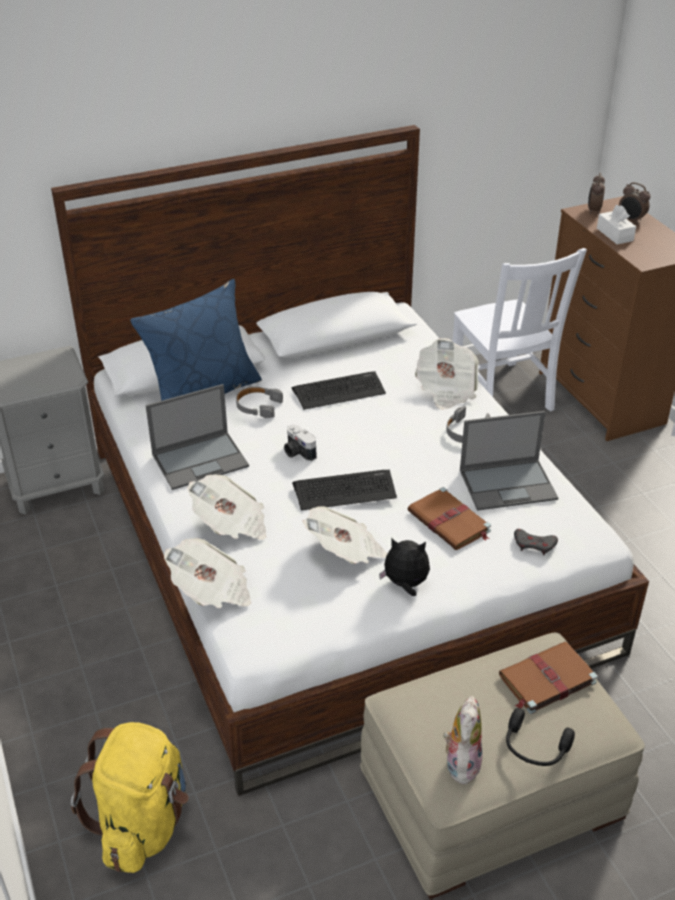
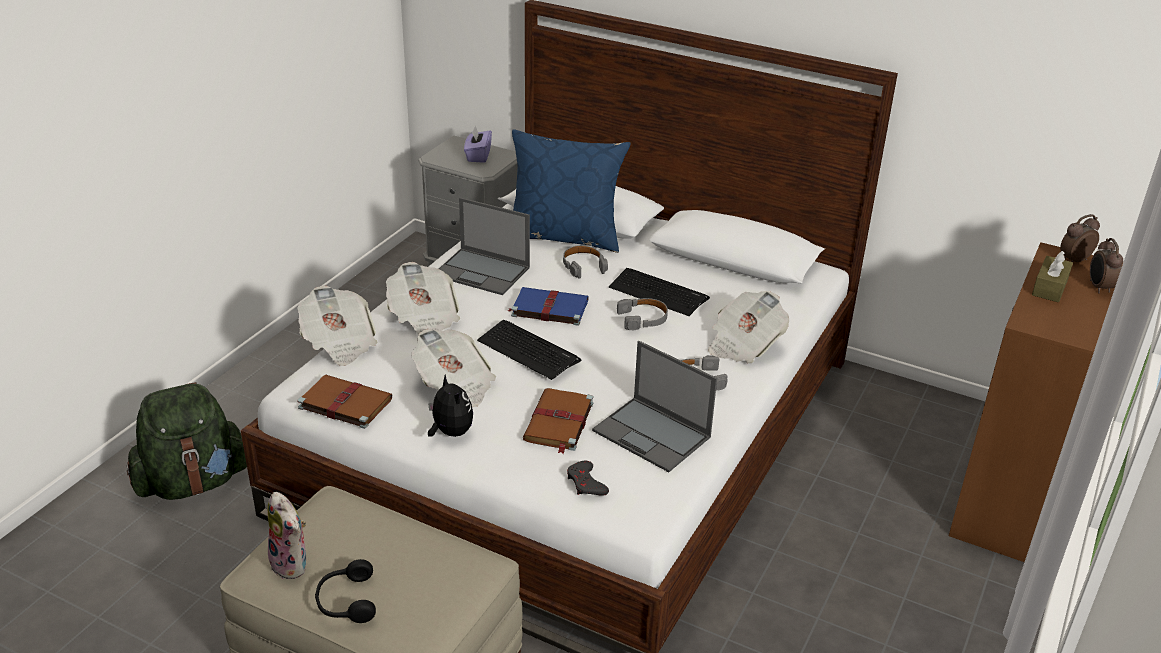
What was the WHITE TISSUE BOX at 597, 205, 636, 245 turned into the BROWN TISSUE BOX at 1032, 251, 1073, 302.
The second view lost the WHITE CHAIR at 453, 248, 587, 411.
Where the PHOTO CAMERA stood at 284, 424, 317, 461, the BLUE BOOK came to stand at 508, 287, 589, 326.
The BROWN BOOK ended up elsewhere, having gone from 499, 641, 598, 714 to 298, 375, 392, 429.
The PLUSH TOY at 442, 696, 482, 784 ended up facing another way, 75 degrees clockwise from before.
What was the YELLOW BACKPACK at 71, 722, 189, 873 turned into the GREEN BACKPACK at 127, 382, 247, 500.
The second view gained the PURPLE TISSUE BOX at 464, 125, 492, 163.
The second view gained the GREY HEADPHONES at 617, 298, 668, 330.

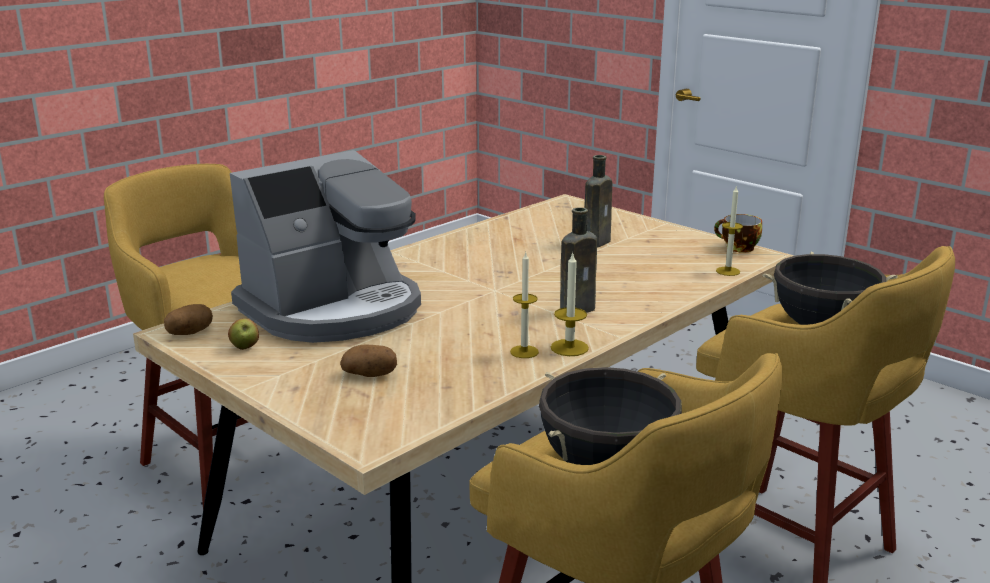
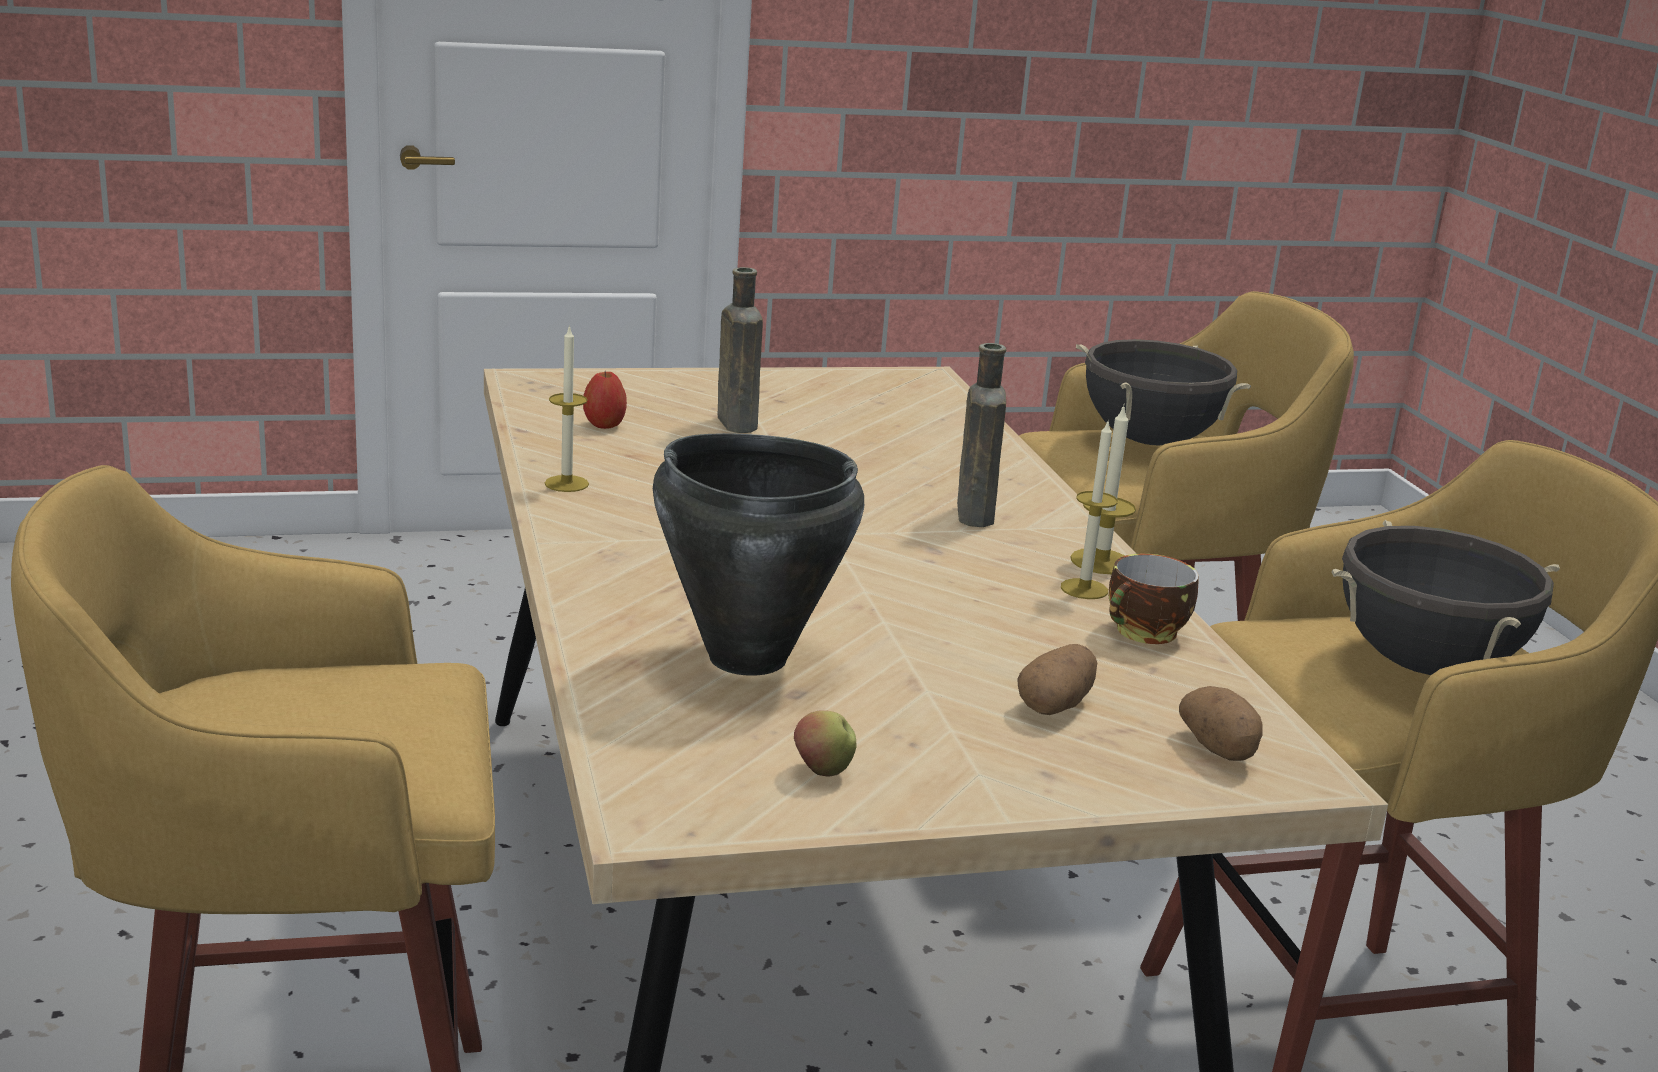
Where the COFFEE MACHINE stood at 230, 150, 421, 343, the BLACK COOKING POT came to stand at 653, 433, 864, 676.
The CANDLE ended up elsewhere, having gone from 716, 187, 743, 276 to 545, 325, 589, 492.
The CUP ended up elsewhere, having gone from 714, 214, 762, 253 to 1108, 554, 1199, 644.
The POTATO ended up elsewhere, having gone from 164, 304, 213, 335 to 1179, 686, 1263, 761.
The second view gained the APPLE at 583, 371, 627, 429.

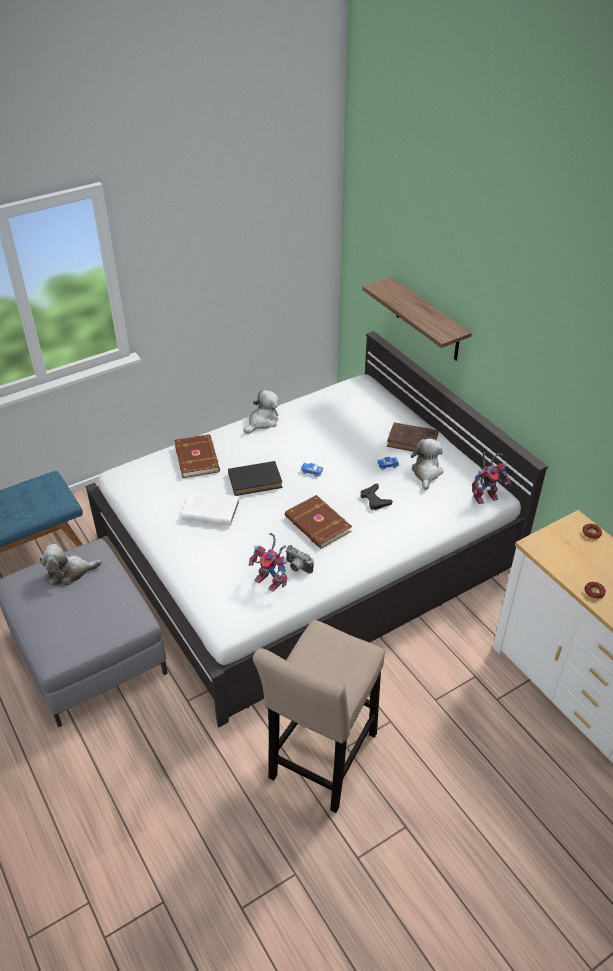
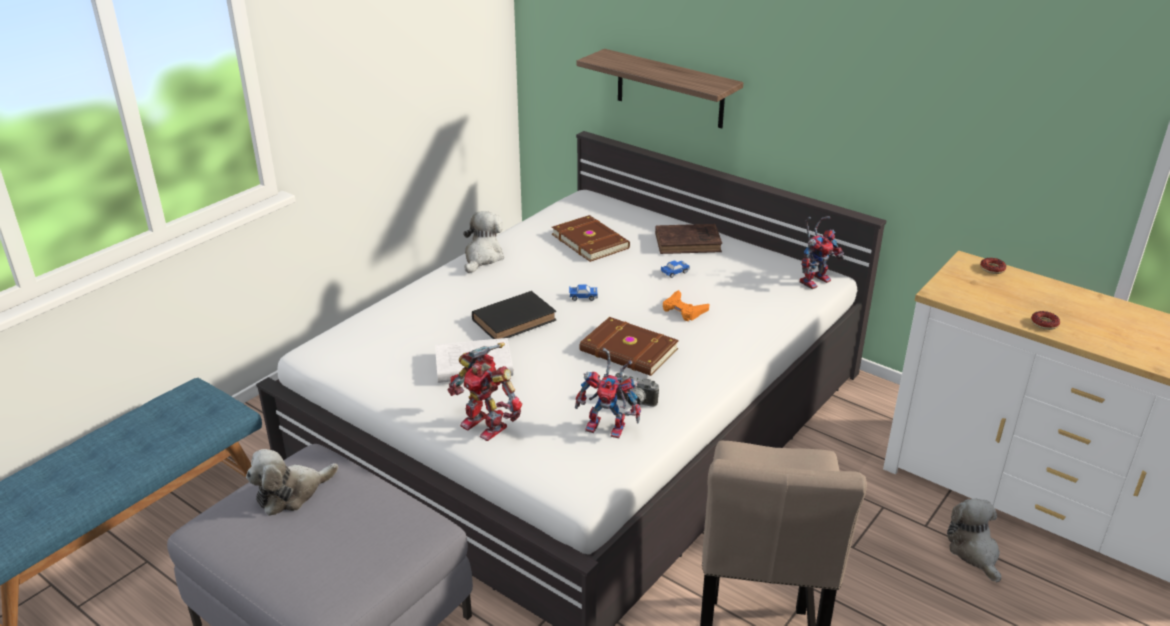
The BROWN BOOK ended up elsewhere, having gone from 174, 434, 220, 478 to 552, 215, 630, 262.
The PLUSH TOY ended up elsewhere, having gone from 411, 439, 443, 490 to 947, 498, 1001, 582.
What was the BLACK GAME CONTROLLER at 360, 483, 393, 510 turned into the ORANGE GAME CONTROLLER at 663, 290, 709, 321.
The second view gained the TOY ROBOT at 448, 342, 522, 441.

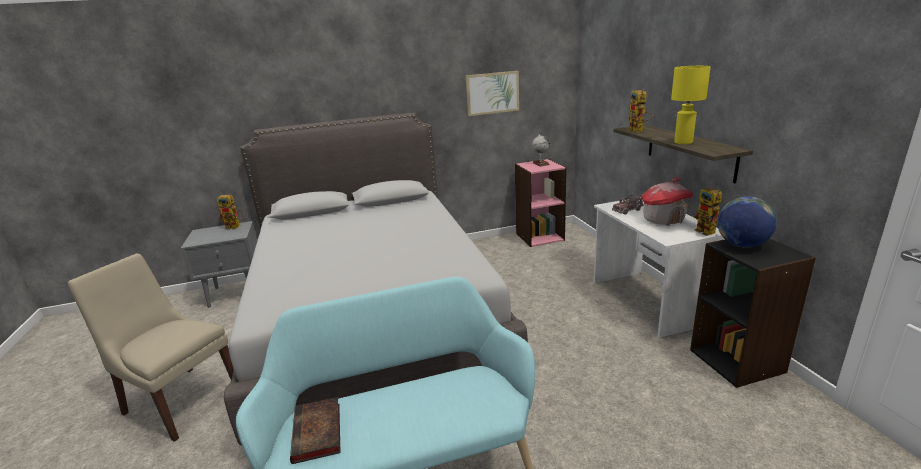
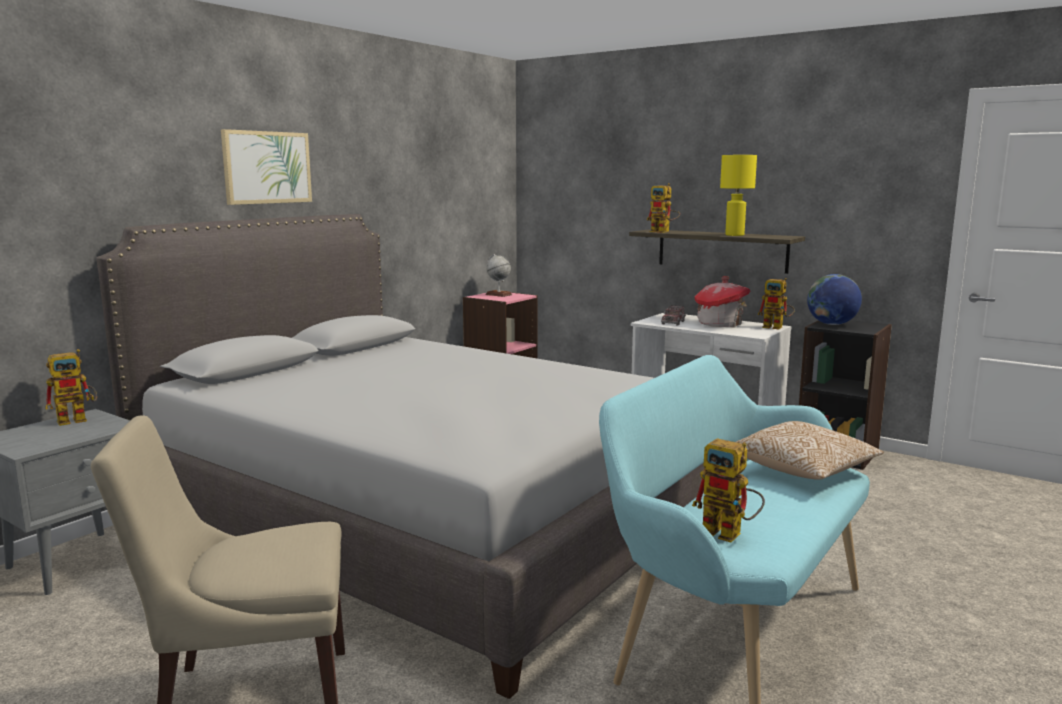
The PICTURE ended up elsewhere, having gone from 466, 71, 519, 116 to 221, 129, 312, 205.
Where the BOOK stood at 290, 397, 340, 464, the TOY ROBOT came to stand at 692, 438, 765, 543.
The second view gained the PILLOW at 736, 421, 884, 480.

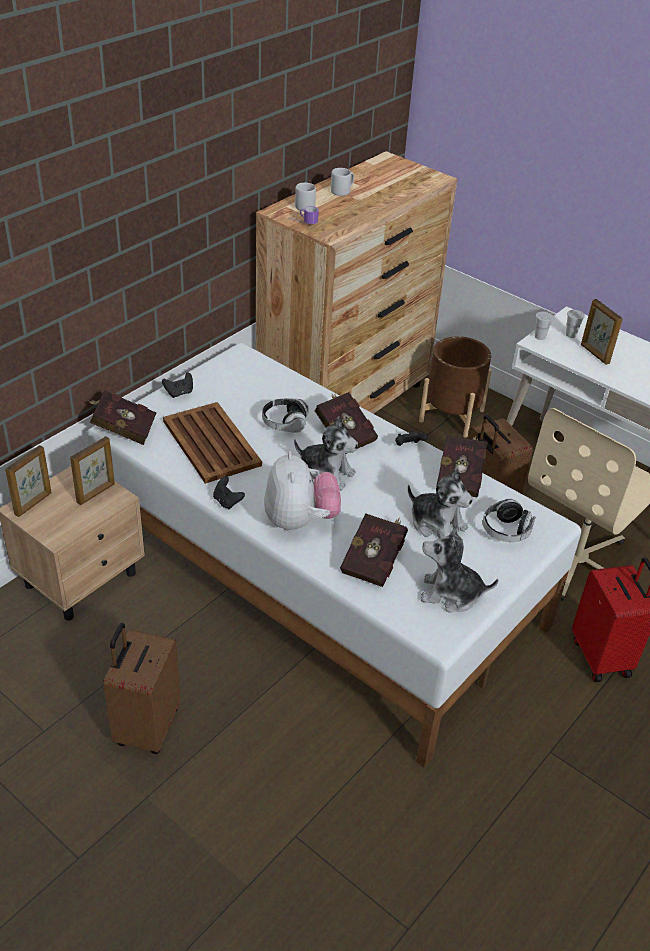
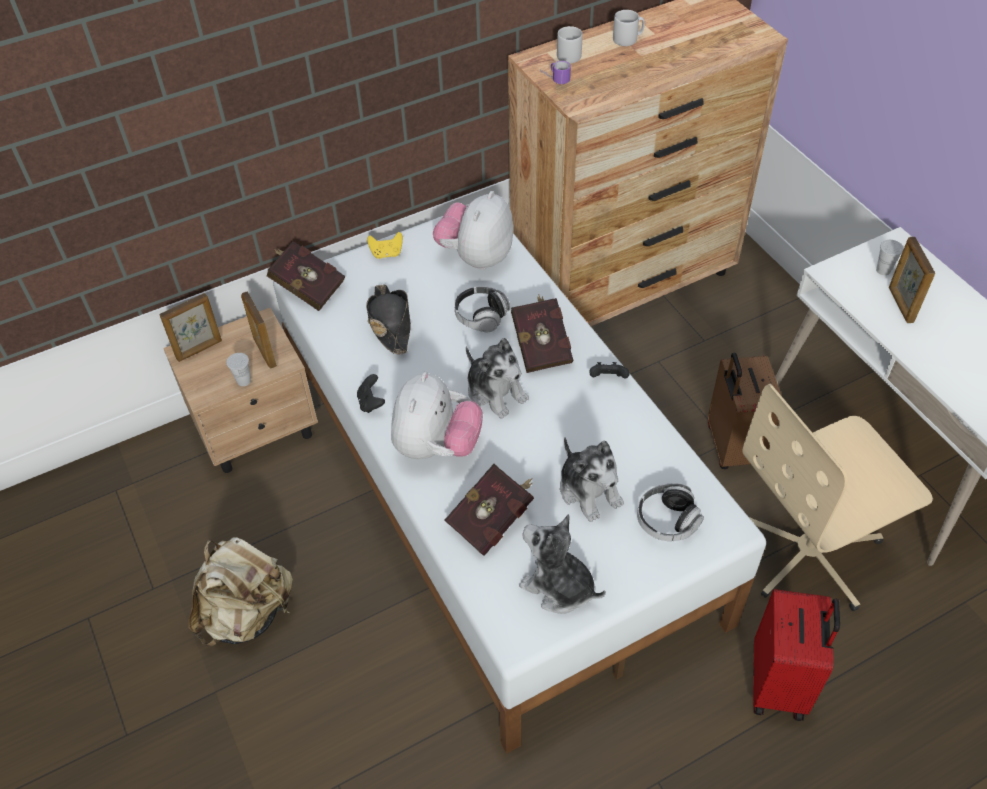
The WHITE CUP ended up elsewhere, having gone from 535, 312, 553, 340 to 226, 353, 251, 386.
The second view lost the BROWN PLANTER at 419, 336, 492, 438.
What was the BLACK GAME CONTROLLER at 162, 372, 193, 398 turned into the YELLOW GAME CONTROLLER at 367, 232, 403, 259.
Where the BROWN TRAY stood at 163, 402, 262, 484, the BLACK HAT came to stand at 366, 284, 411, 354.
The second view lost the RED BOOK at 436, 436, 487, 497.
The PICTURE FRAME at 70, 437, 115, 505 ended up facing another way, 90 degrees clockwise from before.
Where the BROWN SUITCASE stood at 103, 623, 180, 754, the BEIGE BACKPACK came to stand at 188, 537, 293, 647.
The second view gained the PLUSH TOY at 433, 191, 513, 270.

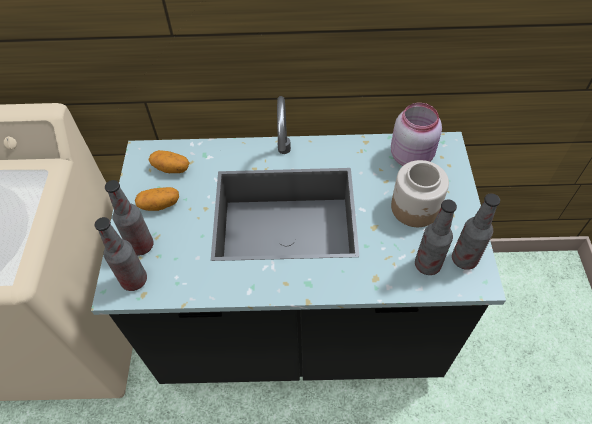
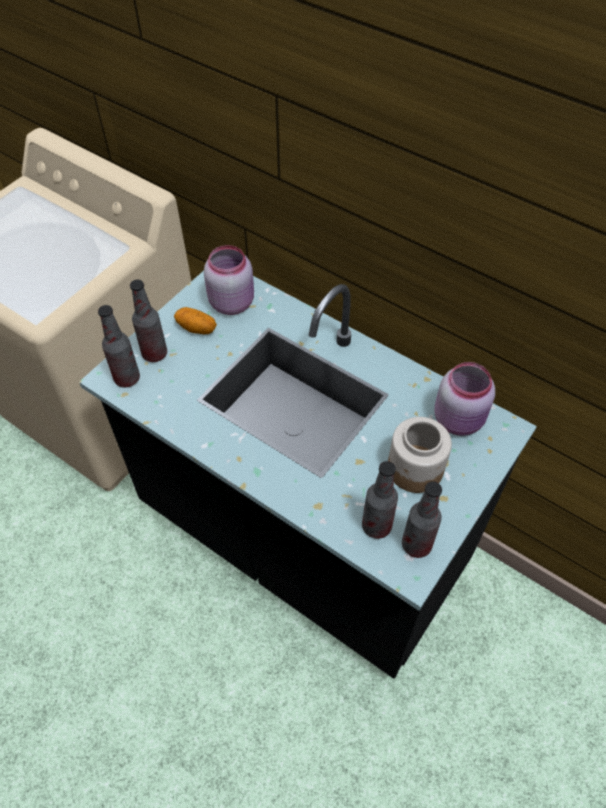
Where the POTATO stood at 148, 150, 190, 173, the PINK JAR came to stand at 204, 245, 254, 315.

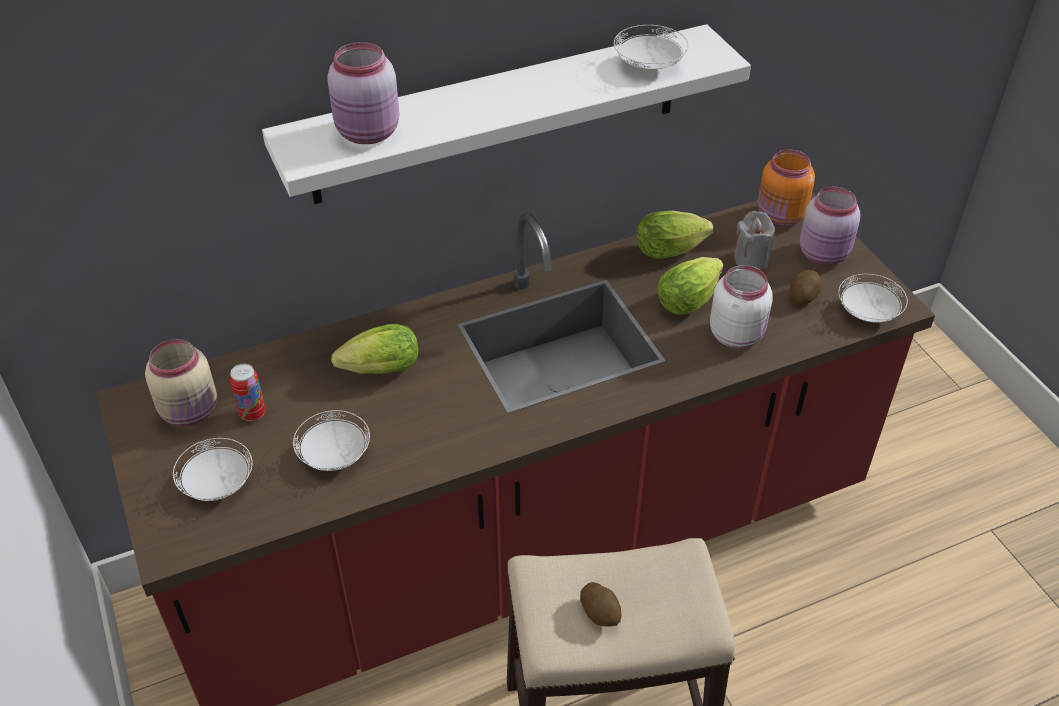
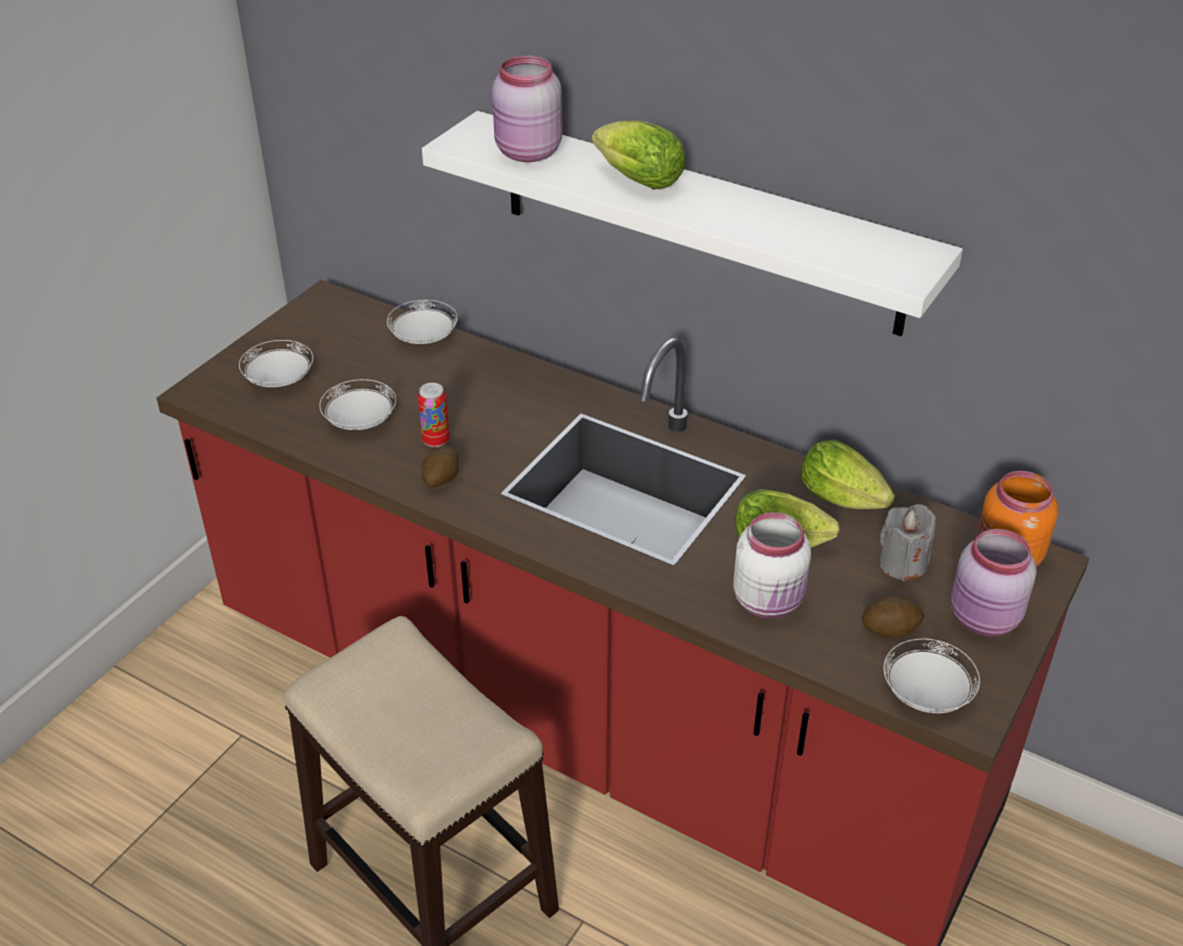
The WHITE PLATE ended up elsewhere, having gone from 614, 25, 689, 70 to 387, 300, 458, 344.
The LETTUCE ended up elsewhere, having gone from 331, 324, 419, 374 to 592, 121, 685, 189.
The second view lost the BEIGE JAR at 145, 339, 217, 427.
The CAN ended up elsewhere, having gone from 230, 364, 266, 421 to 418, 383, 450, 447.
The POTATO ended up elsewhere, having gone from 580, 582, 622, 626 to 421, 446, 459, 487.

